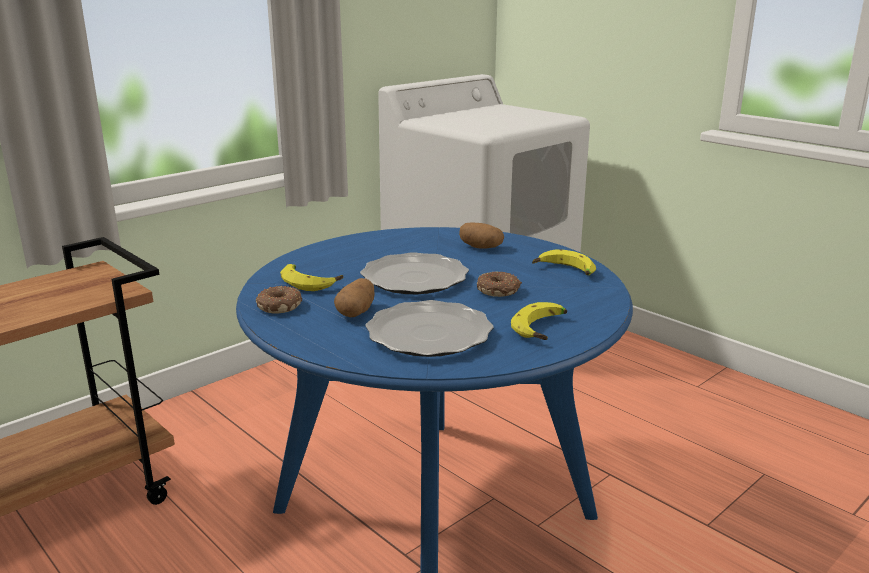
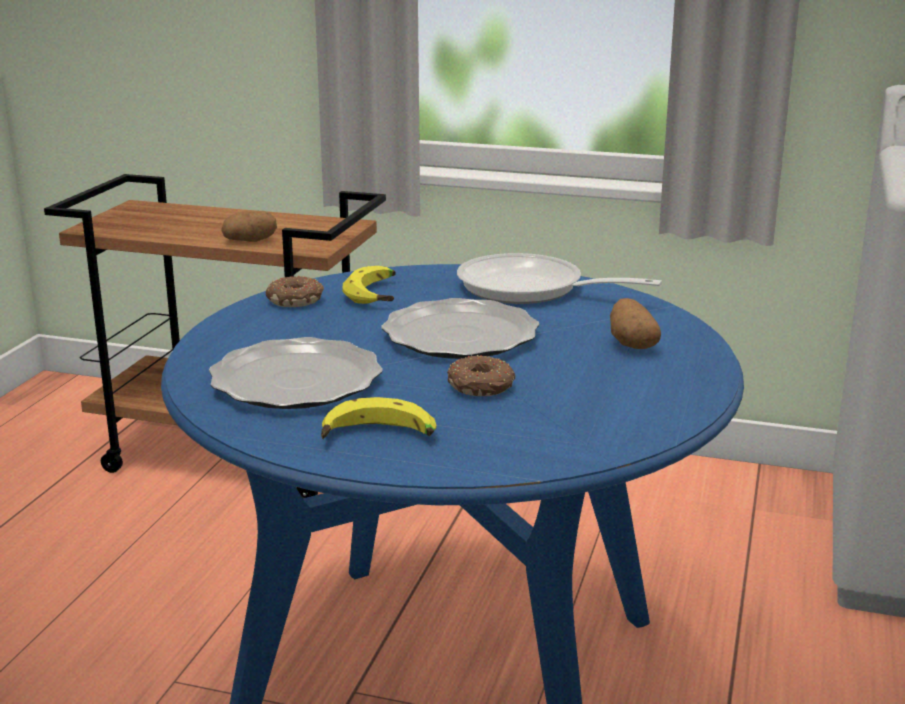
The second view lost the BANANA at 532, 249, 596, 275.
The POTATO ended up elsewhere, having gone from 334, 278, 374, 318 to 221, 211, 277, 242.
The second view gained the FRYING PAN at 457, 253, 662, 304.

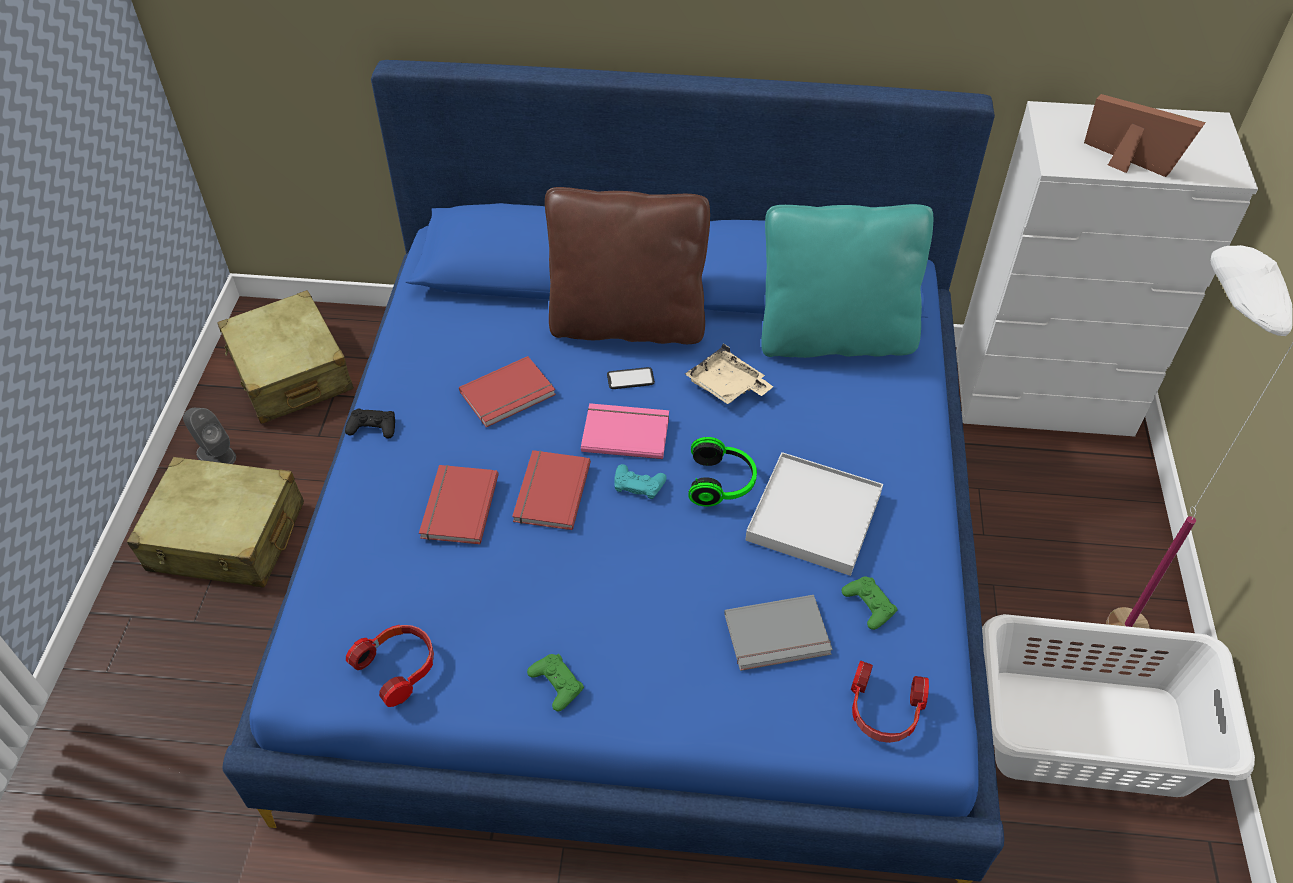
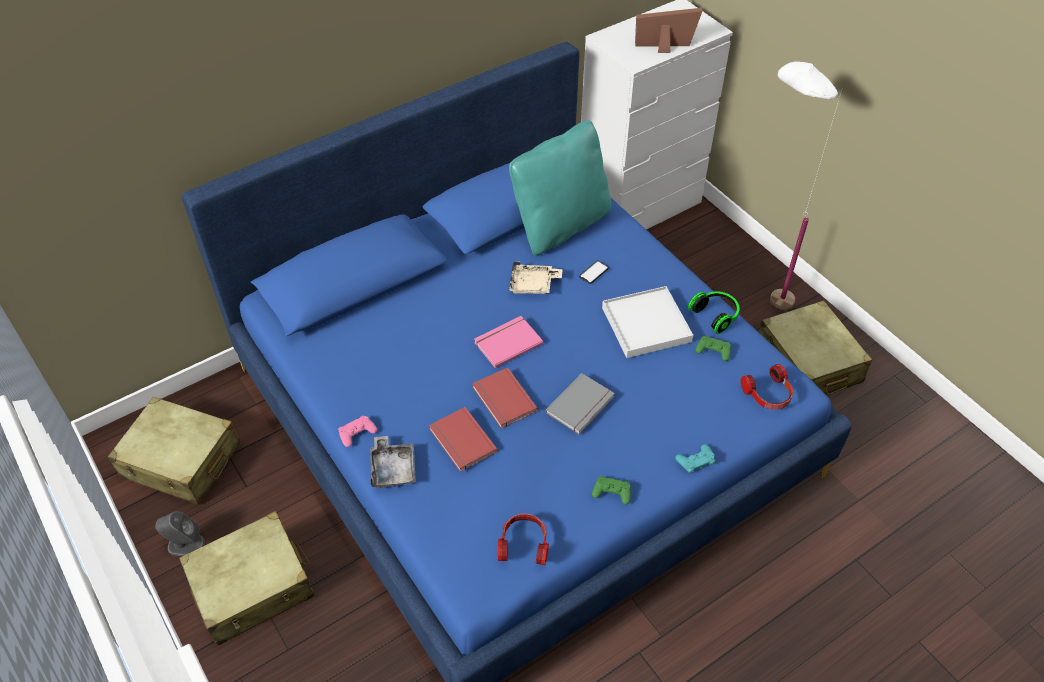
The second view lost the BROWN PILLOW at 545, 187, 710, 344.
The second view lost the RED BOOK at 459, 356, 556, 427.
The PHONE ended up elsewhere, having gone from 607, 367, 655, 389 to 579, 260, 609, 284.
What was the BLACK GAME CONTROLLER at 345, 409, 395, 438 turned into the PINK GAME CONTROLLER at 338, 415, 377, 447.
The HEADPHONES ended up elsewhere, having gone from 688, 437, 757, 507 to 688, 291, 740, 334.
The TURQUOISE GAME CONTROLLER ended up elsewhere, having gone from 614, 464, 667, 499 to 675, 444, 715, 473.
The GREY BOOK ended up elsewhere, having gone from 724, 595, 833, 671 to 545, 373, 615, 434.
Where the WHITE LAUNDRY BASKET stood at 982, 614, 1255, 797, the BEIGE SUITCASE came to stand at 759, 300, 872, 395.
The second view gained the GREY TRAY at 370, 436, 416, 488.

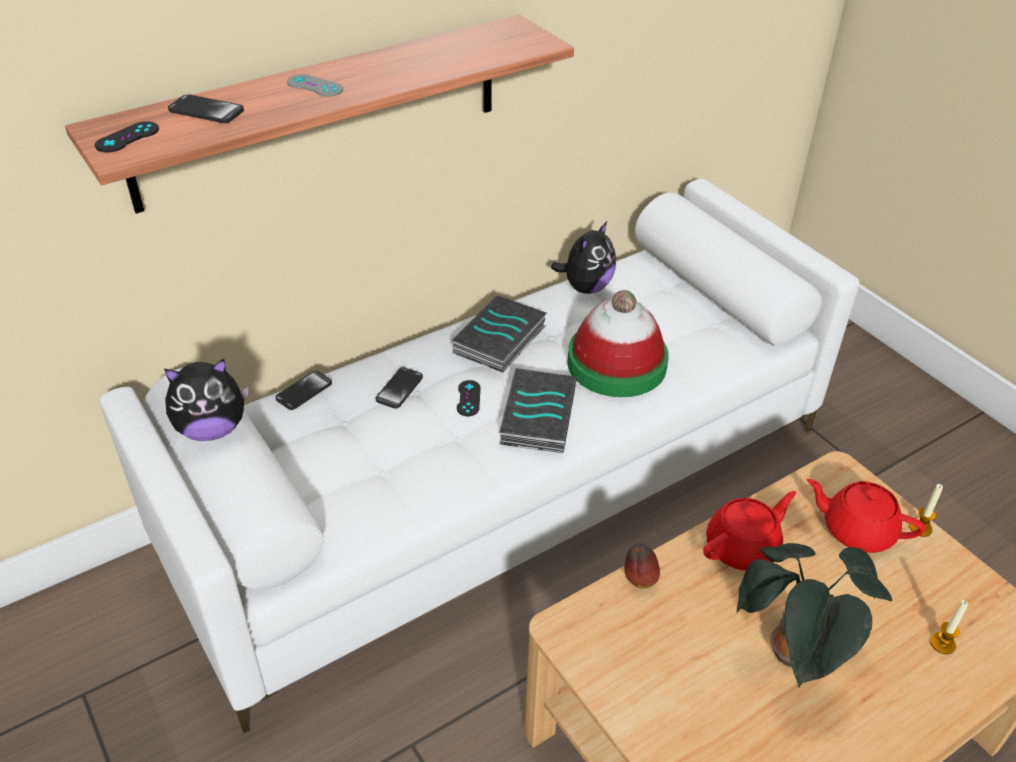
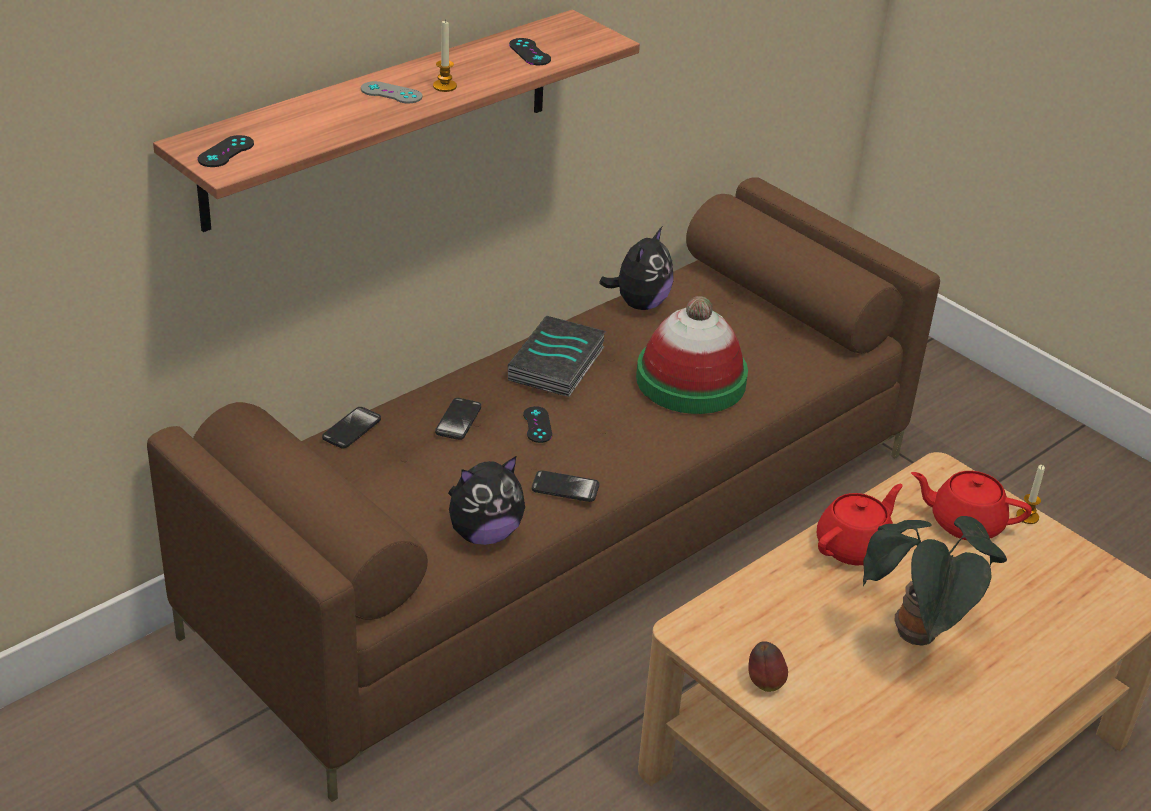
The PHONE ended up elsewhere, having gone from 168, 94, 244, 123 to 532, 470, 599, 502.
What was the WHITE SOFA at 99, 179, 859, 733 turned into the BROWN SOFA at 147, 177, 940, 802.
The PLUSH TOY ended up elsewhere, having gone from 164, 359, 249, 441 to 448, 456, 525, 545.
The second view lost the BOOK at 499, 368, 577, 453.
The APPLE ended up elsewhere, having gone from 625, 543, 660, 589 to 748, 641, 788, 692.
The CANDLE ended up elsewhere, having gone from 930, 600, 968, 654 to 433, 21, 457, 92.
The second view gained the BLACK GAME CONTROLLER at 509, 38, 551, 65.

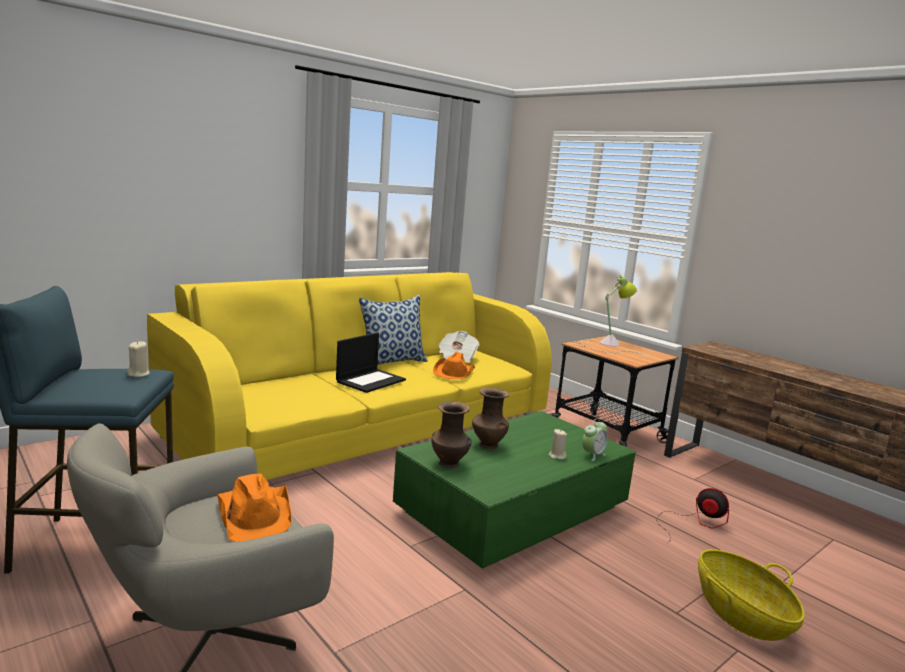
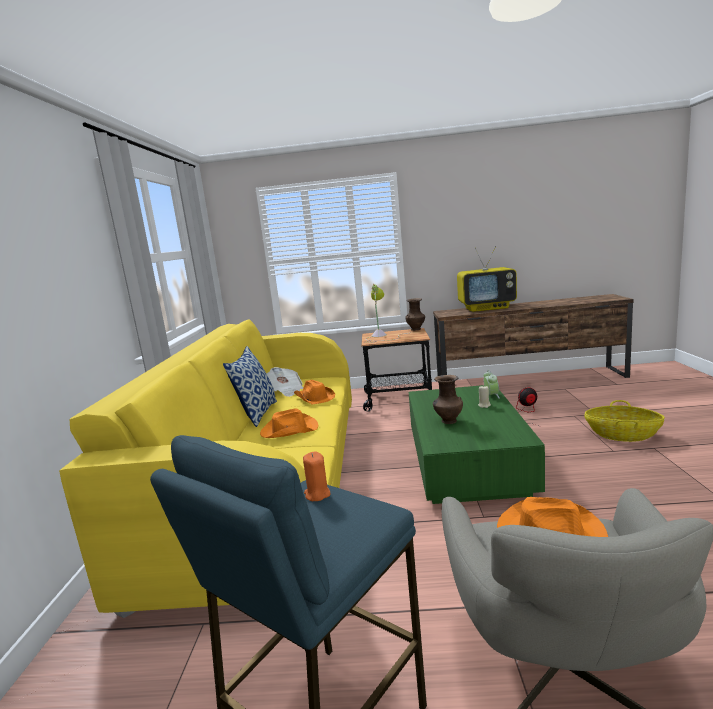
Where the LAPTOP stood at 336, 332, 406, 393, the ORANGE HAT came to stand at 260, 408, 318, 438.
What was the BEIGE CANDLE at 127, 341, 150, 377 turned into the ORANGE CANDLE at 303, 452, 330, 501.
The BROWN VASE ended up elsewhere, having gone from 431, 402, 472, 468 to 405, 298, 425, 331.
The second view gained the TELEVISION at 457, 246, 517, 312.

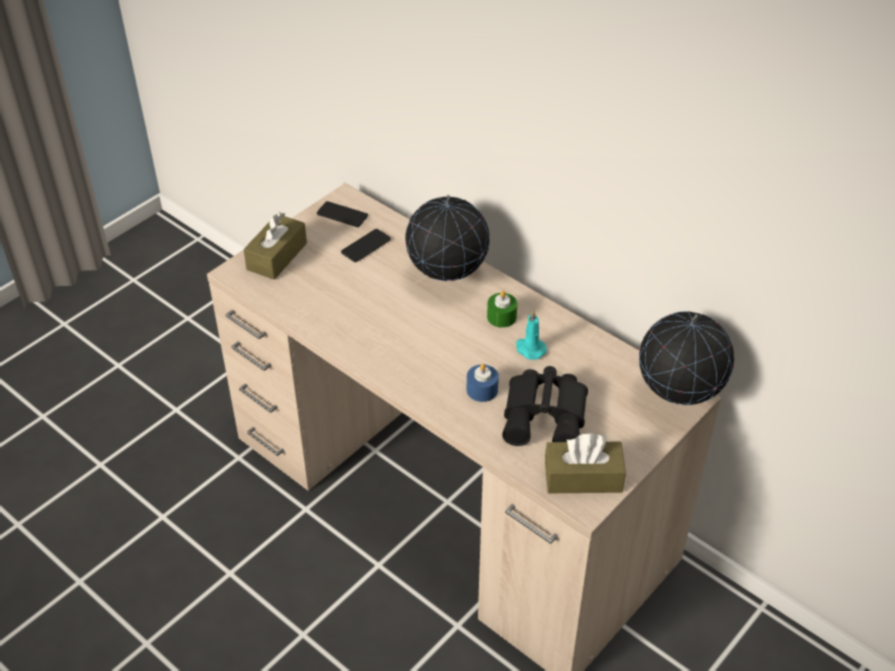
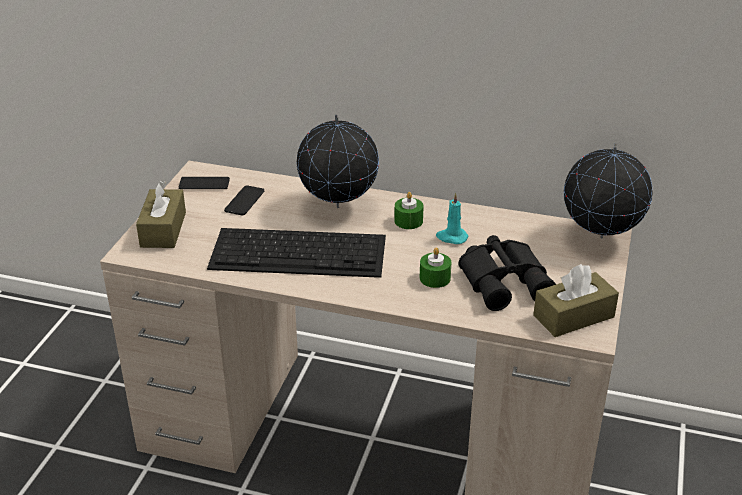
What was the BLUE CANDLE at 467, 364, 499, 402 turned into the GREEN CANDLE at 420, 247, 452, 288.
The second view gained the KEYBOARD at 207, 228, 386, 278.

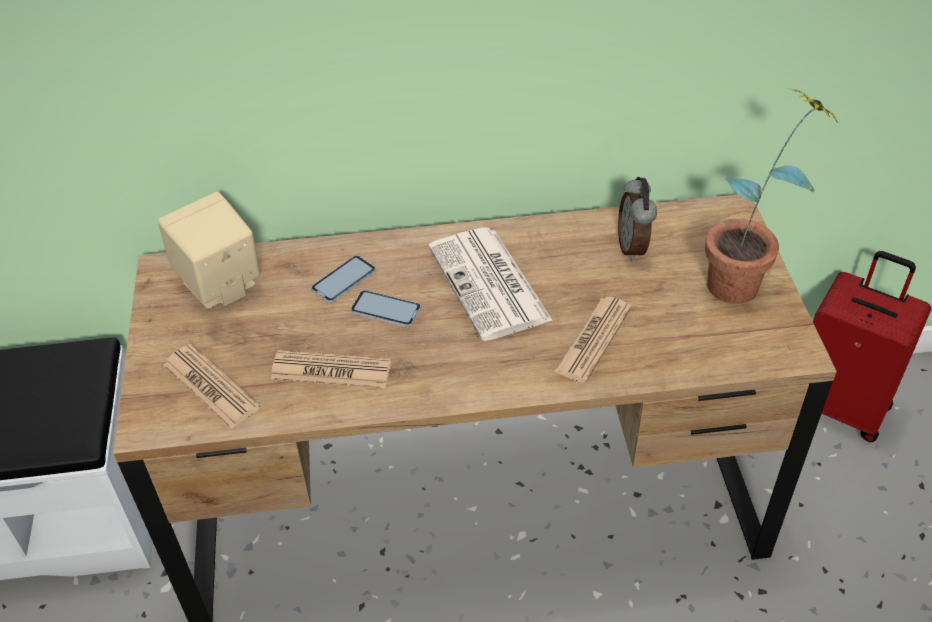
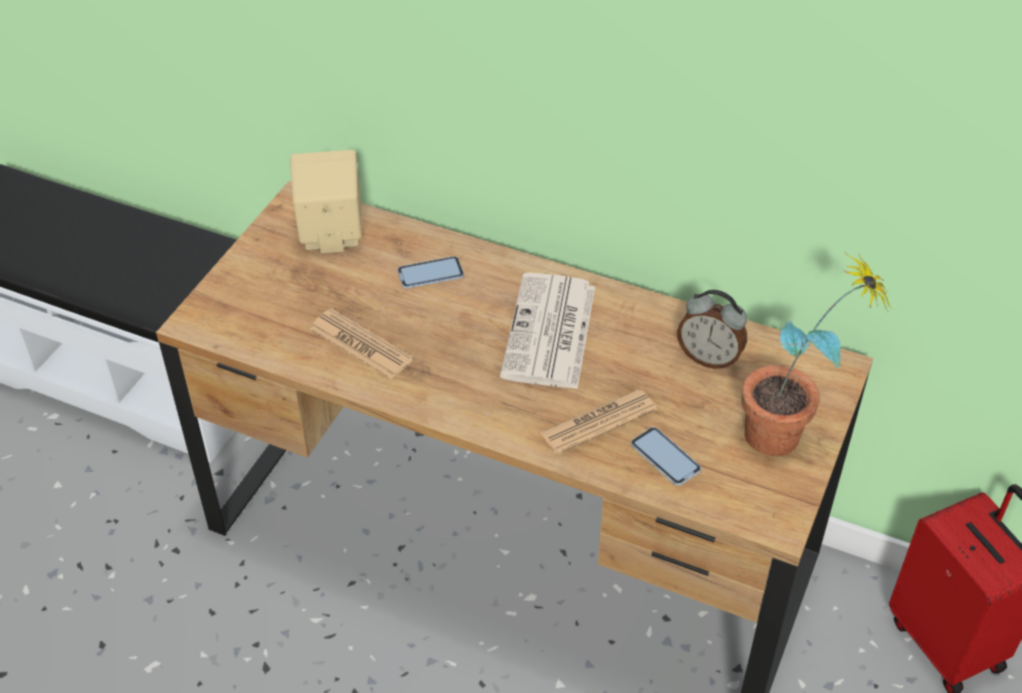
The ALARM CLOCK at 618, 177, 657, 261 ended up facing another way, 90 degrees counterclockwise from before.
The PHONE ended up elsewhere, having gone from 351, 290, 421, 327 to 631, 427, 701, 486.
The second view lost the NEWSPAPER at 163, 344, 260, 429.

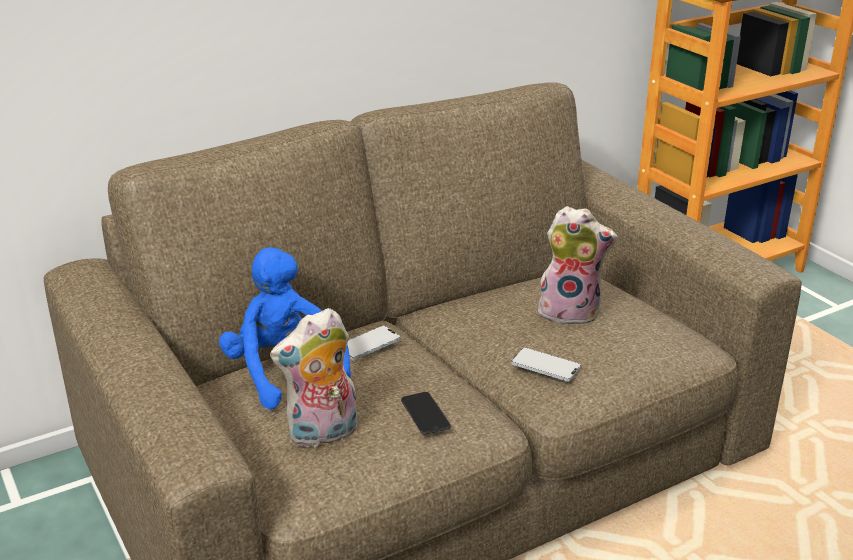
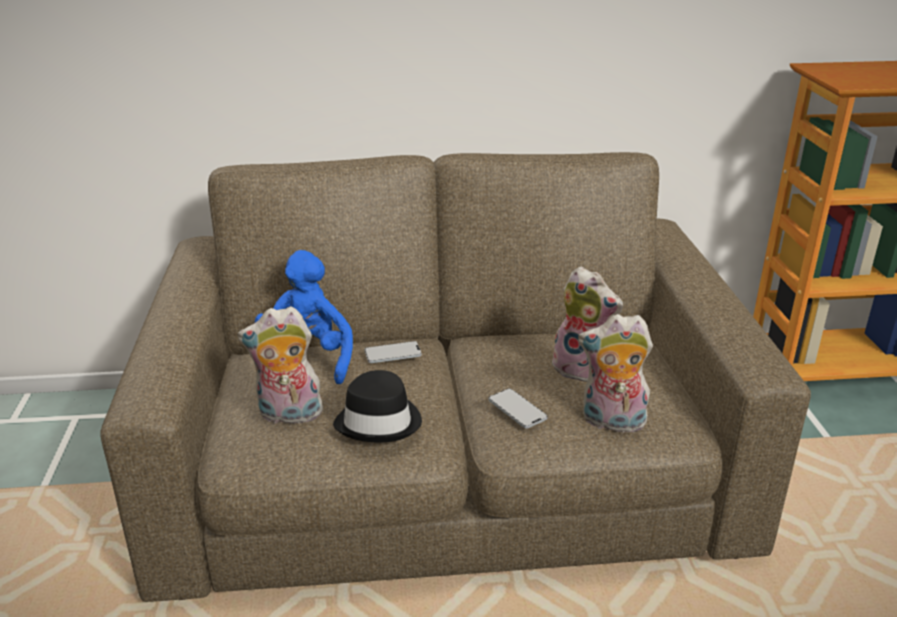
Where the PHONE stood at 401, 392, 451, 435, the BLACK HAT came to stand at 333, 370, 422, 442.
The second view gained the PLUSH TOY at 578, 314, 653, 433.

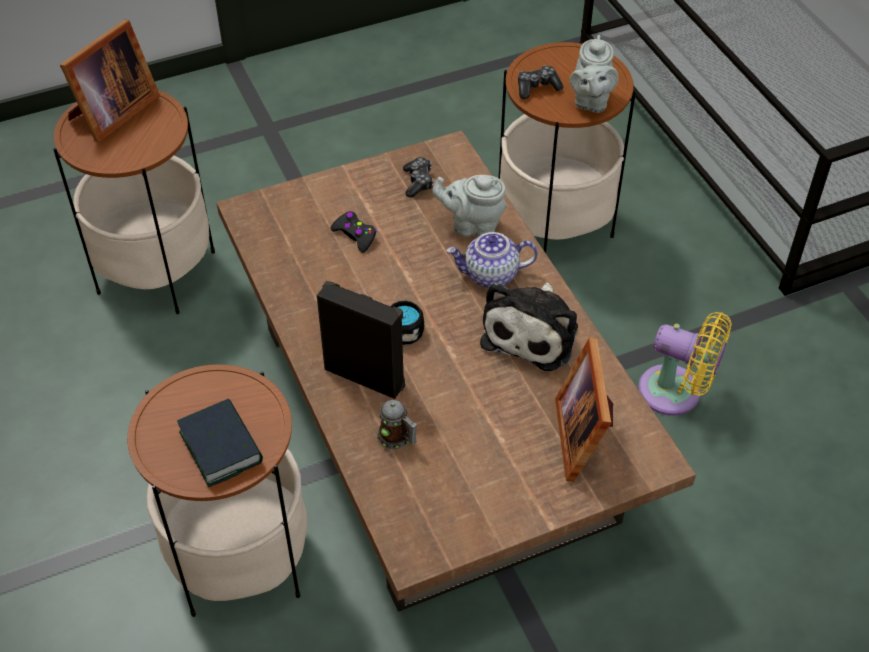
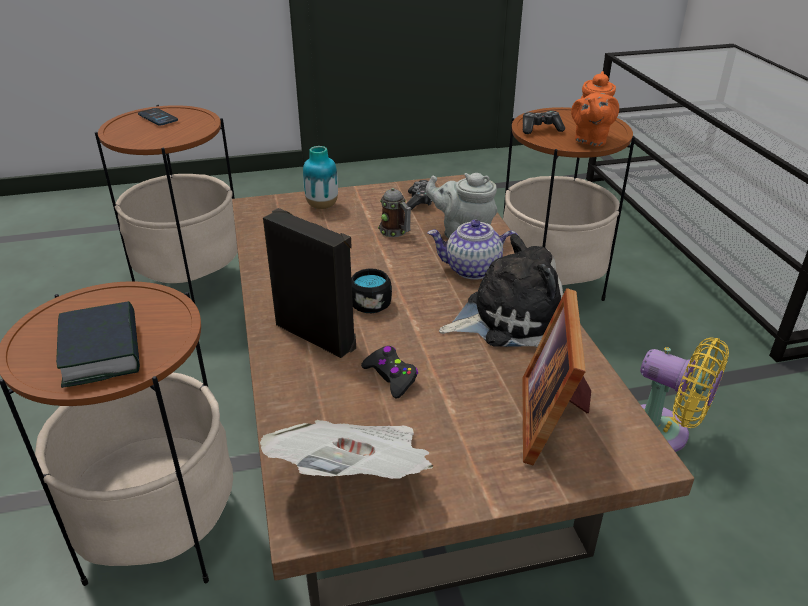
Where the PICTURE FRAME stood at 60, 20, 160, 142, the PHONE came to stand at 138, 108, 178, 126.
What was the GREY TEAPOT at 570, 35, 618, 113 turned into the ORANGE TEAPOT at 571, 71, 619, 147.
The BLACK GAME CONTROLLER ended up elsewhere, having gone from 331, 211, 377, 253 to 361, 346, 418, 398.
The PLUSH TOY at 480, 283, 578, 371 ended up facing another way, 135 degrees counterclockwise from before.
The MUG ended up elsewhere, having gone from 376, 400, 417, 449 to 378, 188, 411, 237.
The second view gained the VASE at 303, 146, 338, 209.
The second view gained the NEWSPAPER at 260, 420, 434, 479.

